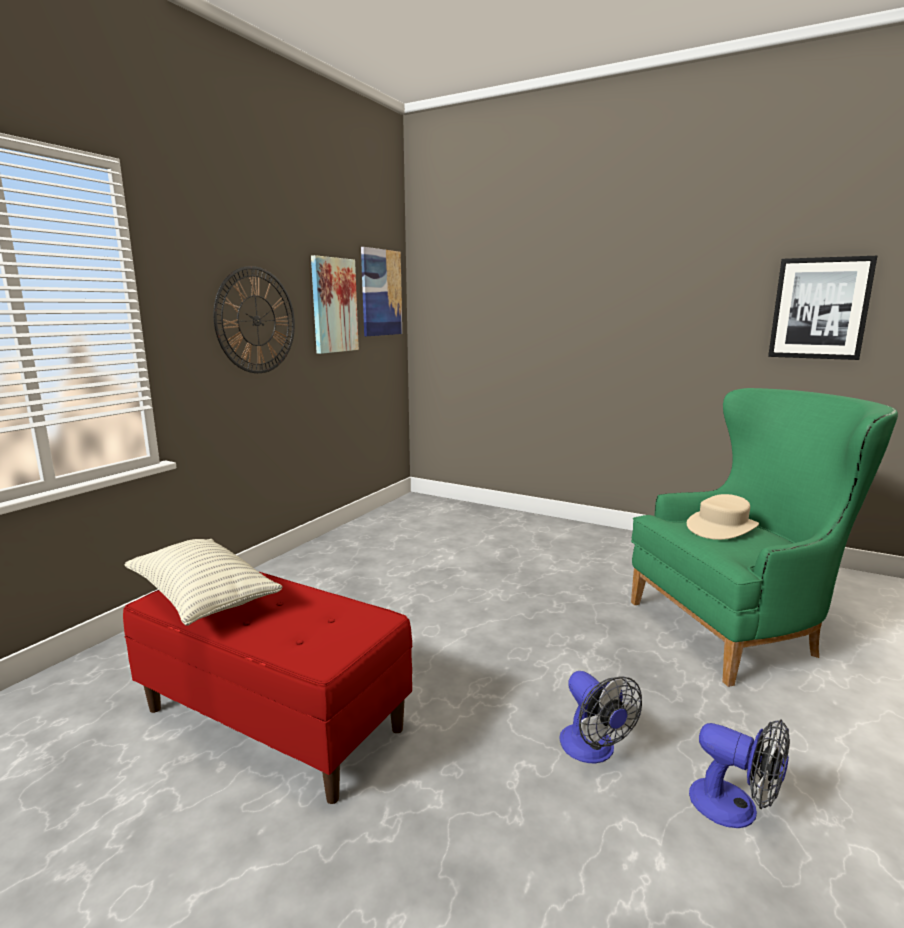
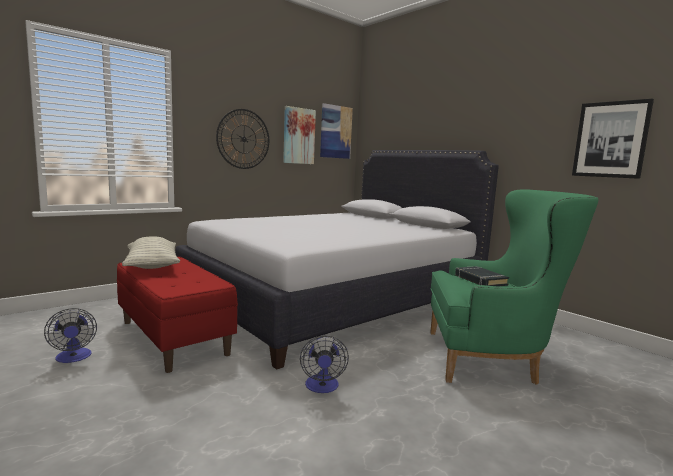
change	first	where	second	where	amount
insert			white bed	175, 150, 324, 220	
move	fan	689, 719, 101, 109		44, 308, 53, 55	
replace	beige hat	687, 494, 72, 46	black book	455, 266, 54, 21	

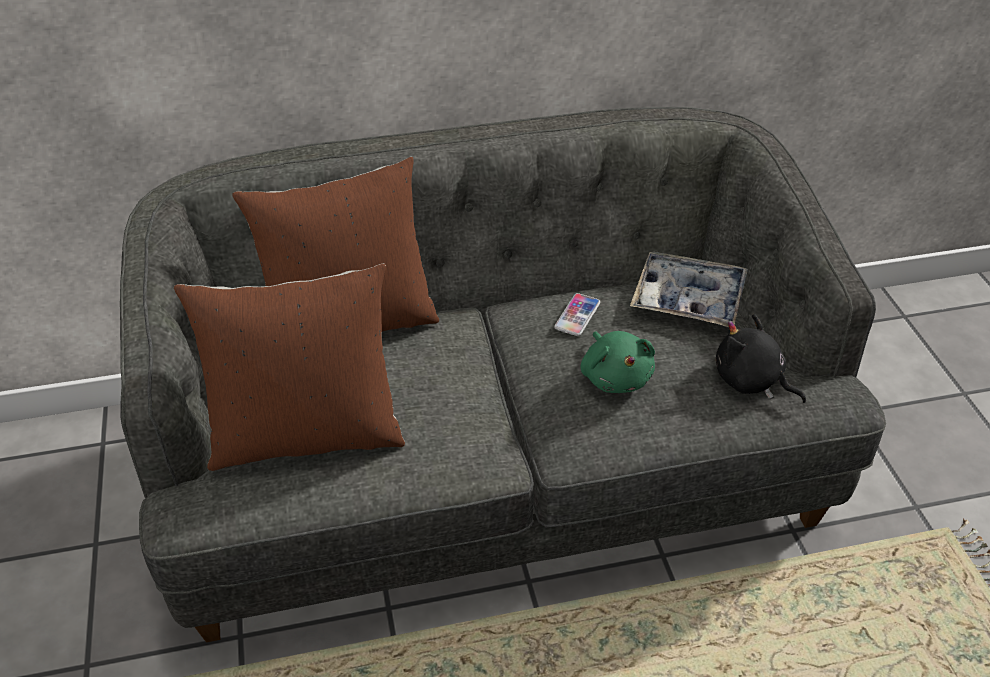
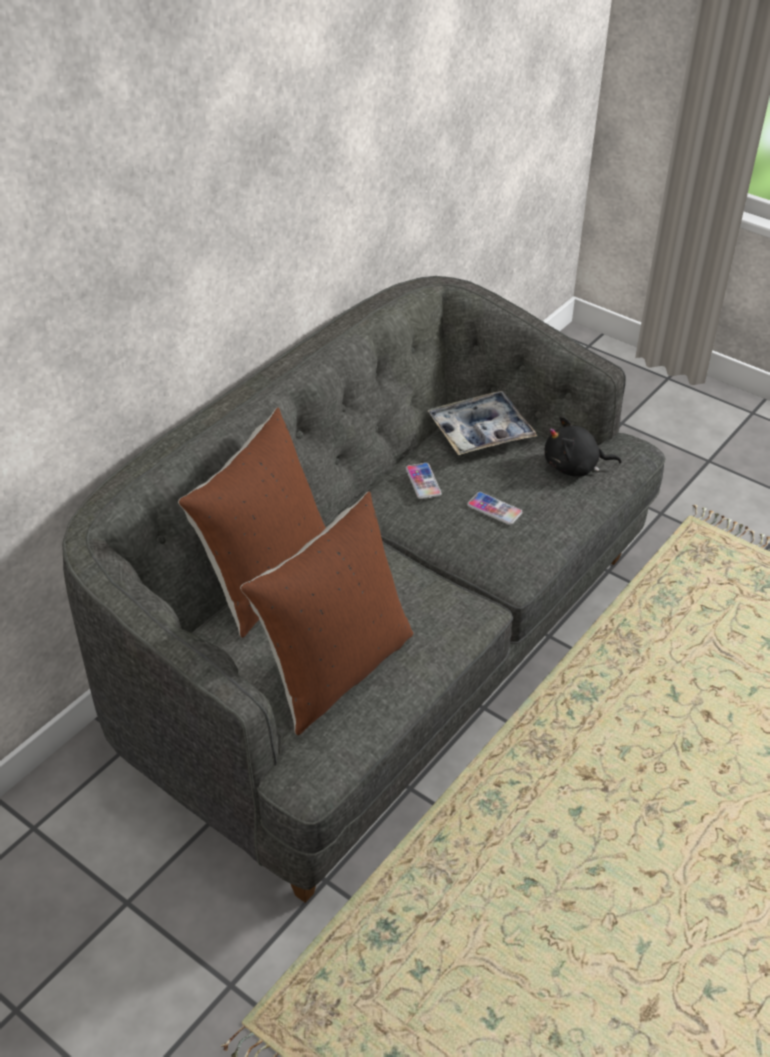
change	first	where	second	where	amount
replace	green plush toy	581, 331, 74, 62	phone	467, 492, 56, 33	

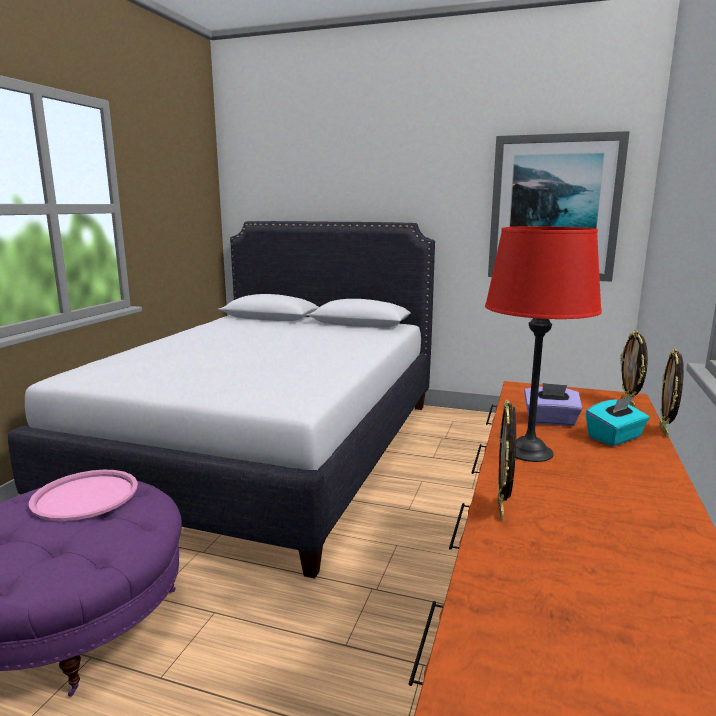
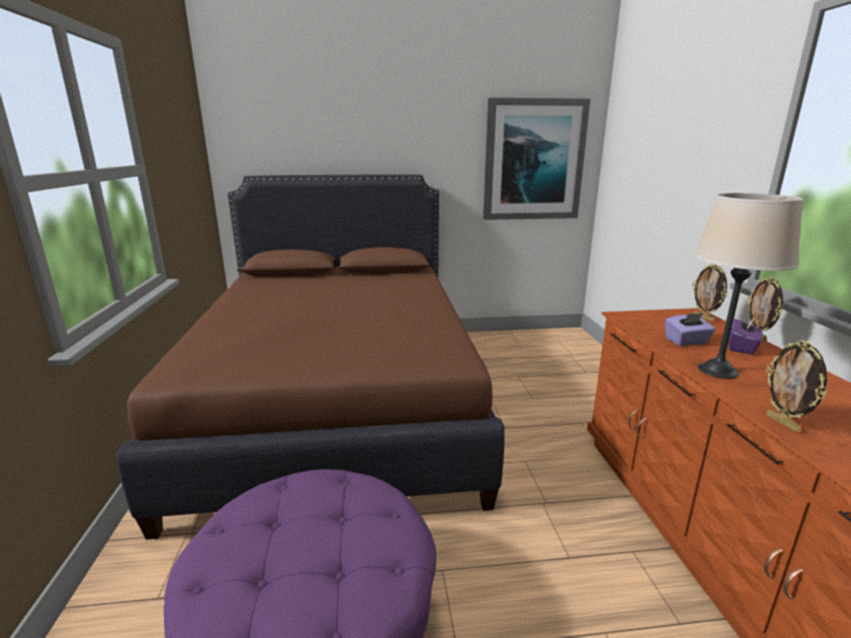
change	first	where	second	where	amount
delete	pink tray	29, 470, 109, 51			
recolor	white bed	8, 221, 427, 358	brown bed	116, 174, 389, 366	
recolor	red table lamp	485, 226, 117, 236	beige table lamp	695, 193, 109, 186	
recolor	turquoise tissue box	586, 396, 64, 50	purple tissue box	729, 316, 34, 38	

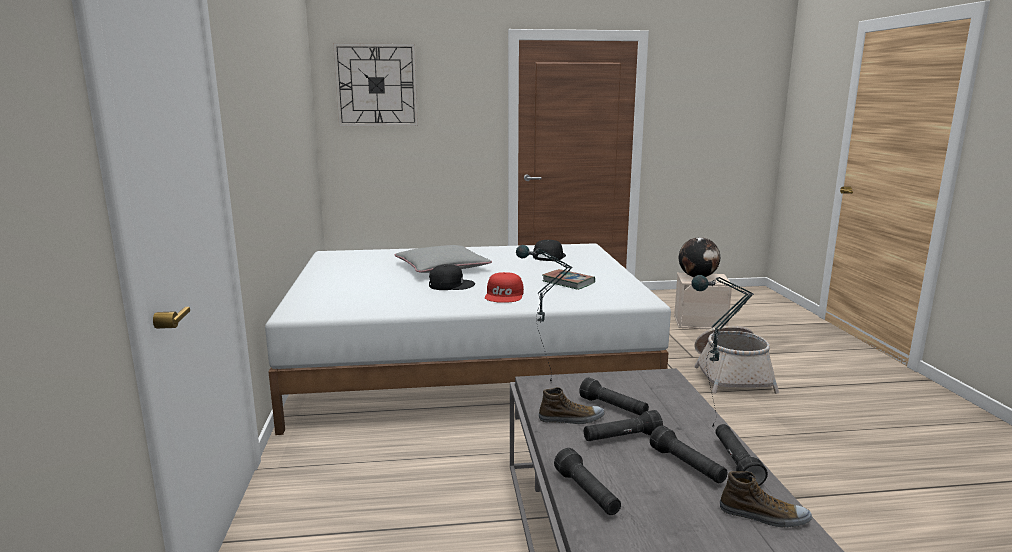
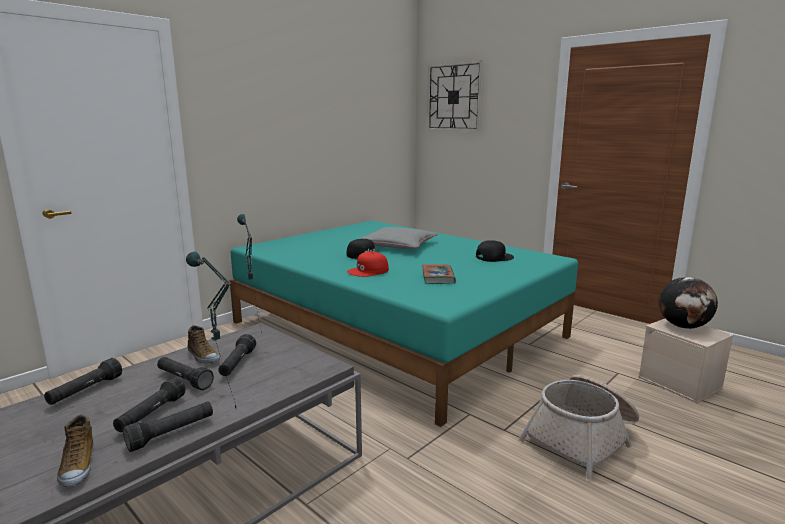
change	first	where	second	where	amount
recolor	white bed	265, 243, 406, 192	turquoise bed	230, 221, 348, 206	

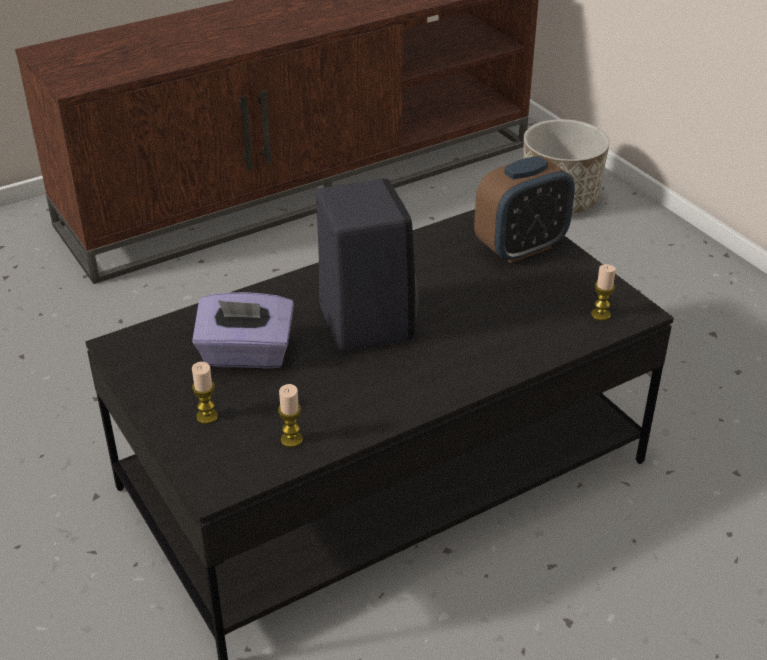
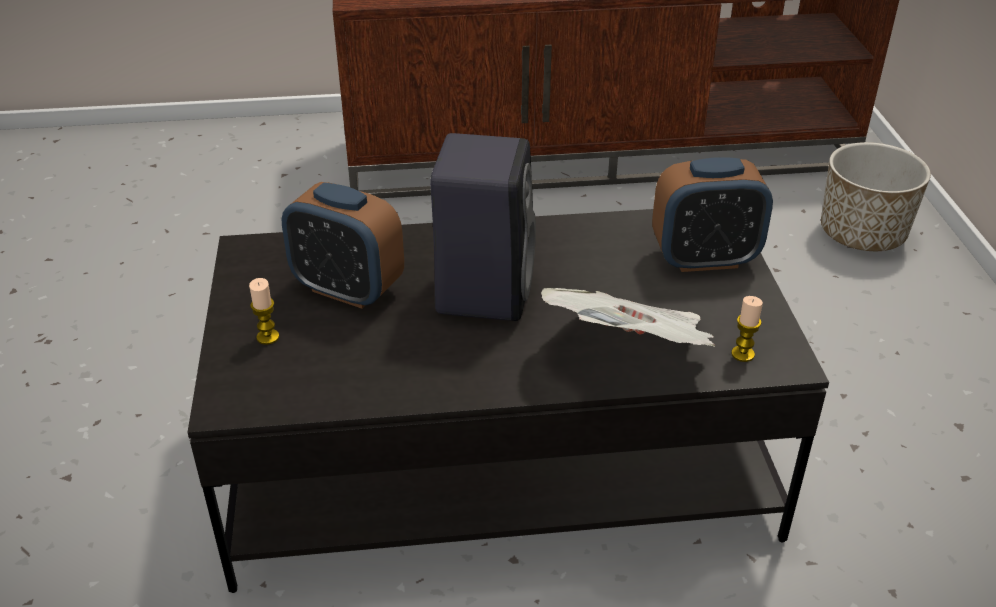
change	first	where	second	where	amount
delete	candle	278, 384, 25, 63			
insert			newspaper	541, 288, 175, 59	
replace	purple tissue box	192, 292, 102, 76	alarm clock	282, 182, 122, 127	

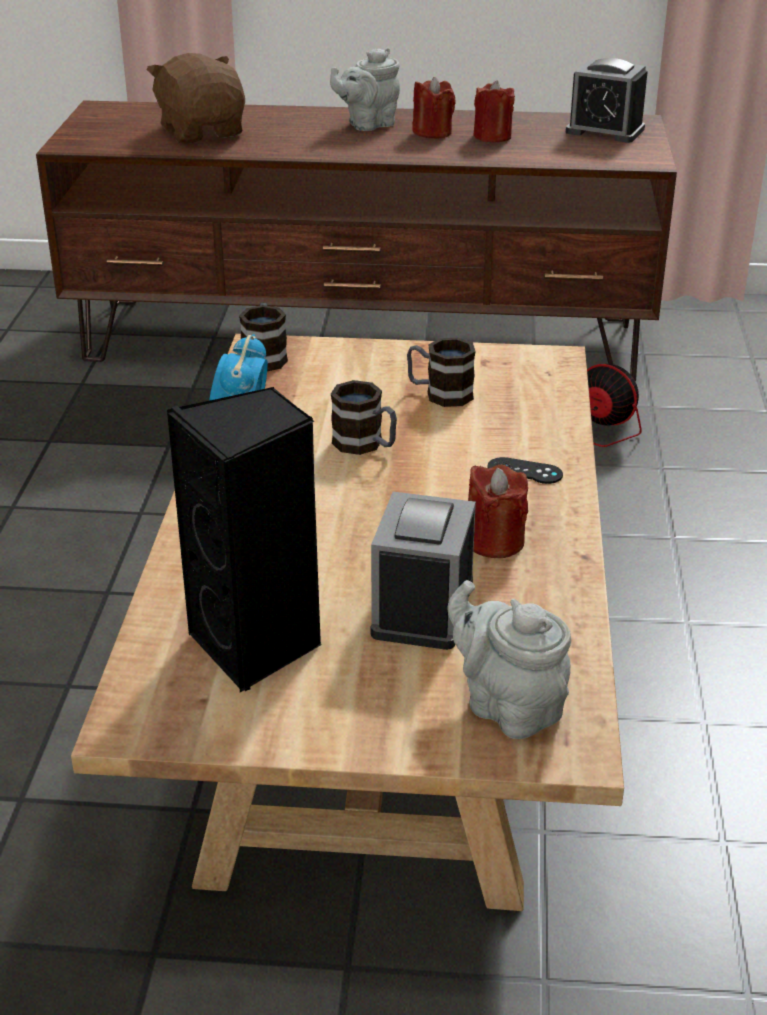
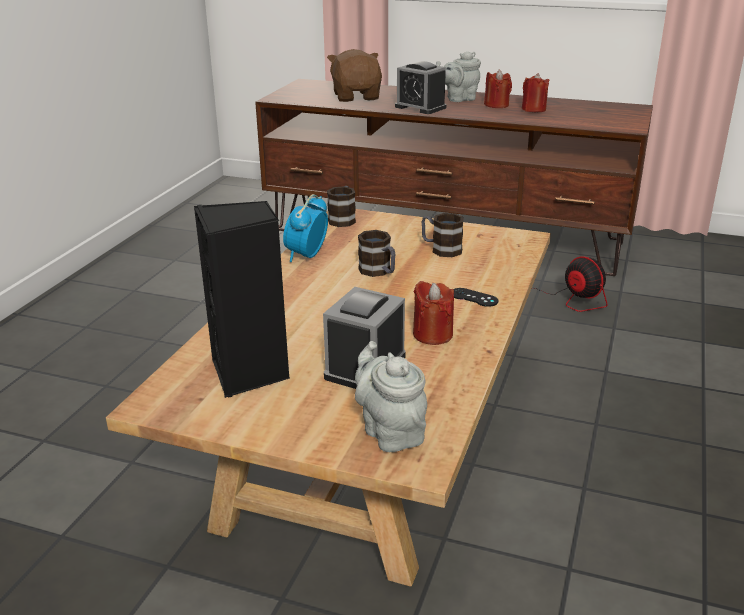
change	first	where	second	where	amount
move	alarm clock	566, 58, 82, 85		395, 61, 51, 53	

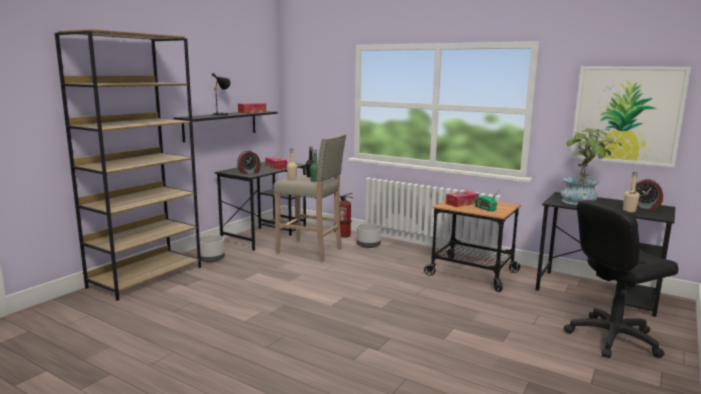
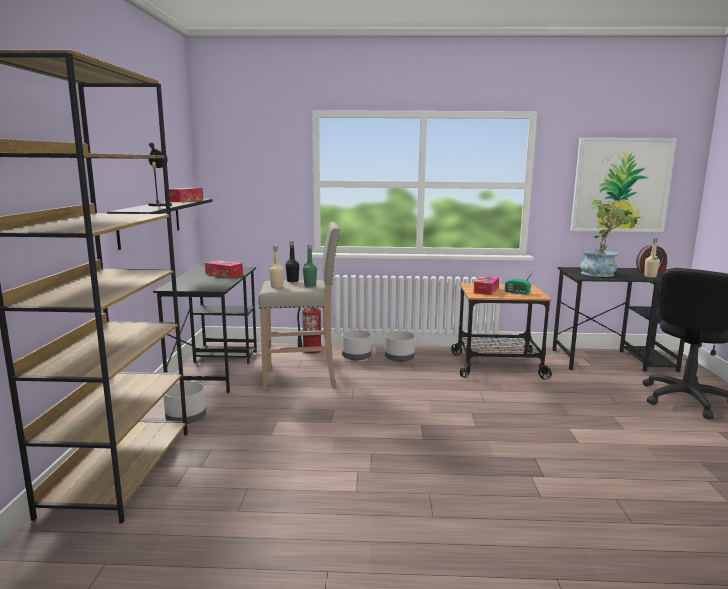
change	first	where	second	where	amount
delete	alarm clock	237, 150, 24, 24			
insert			grey planter	385, 331, 30, 31	

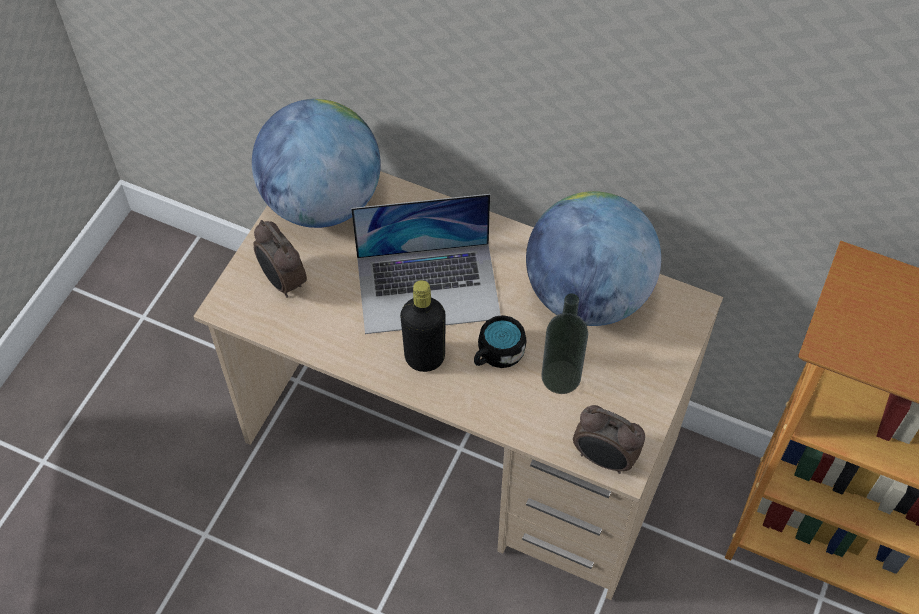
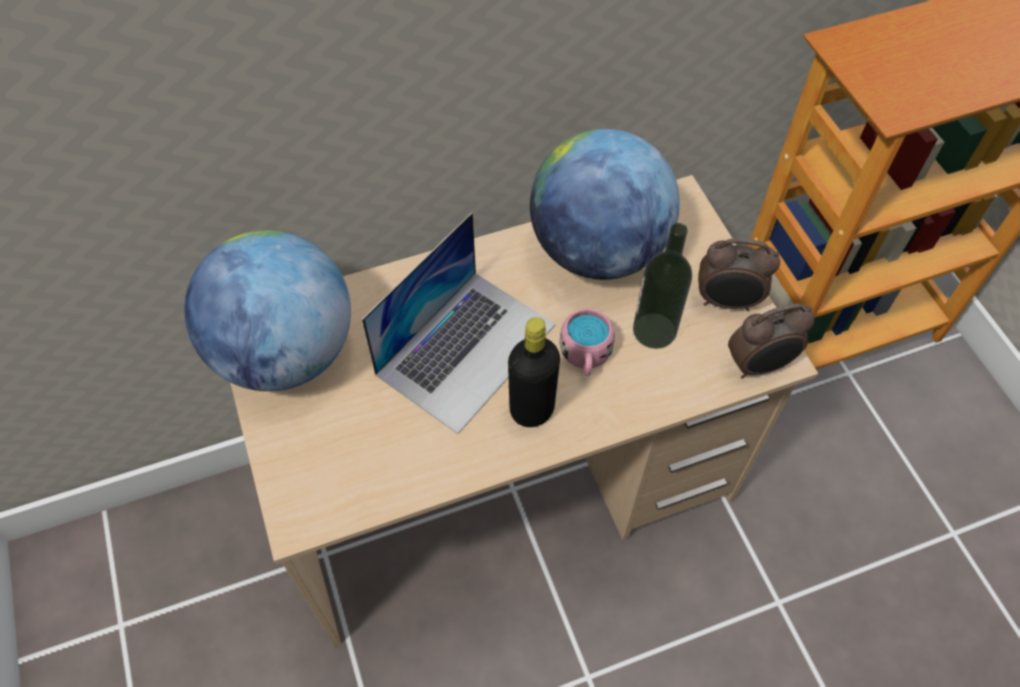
change	first	where	second	where	amount
move	alarm clock	253, 220, 54, 78		698, 238, 82, 73	
recolor	black mug	474, 315, 52, 53	pink mug	559, 309, 56, 67	

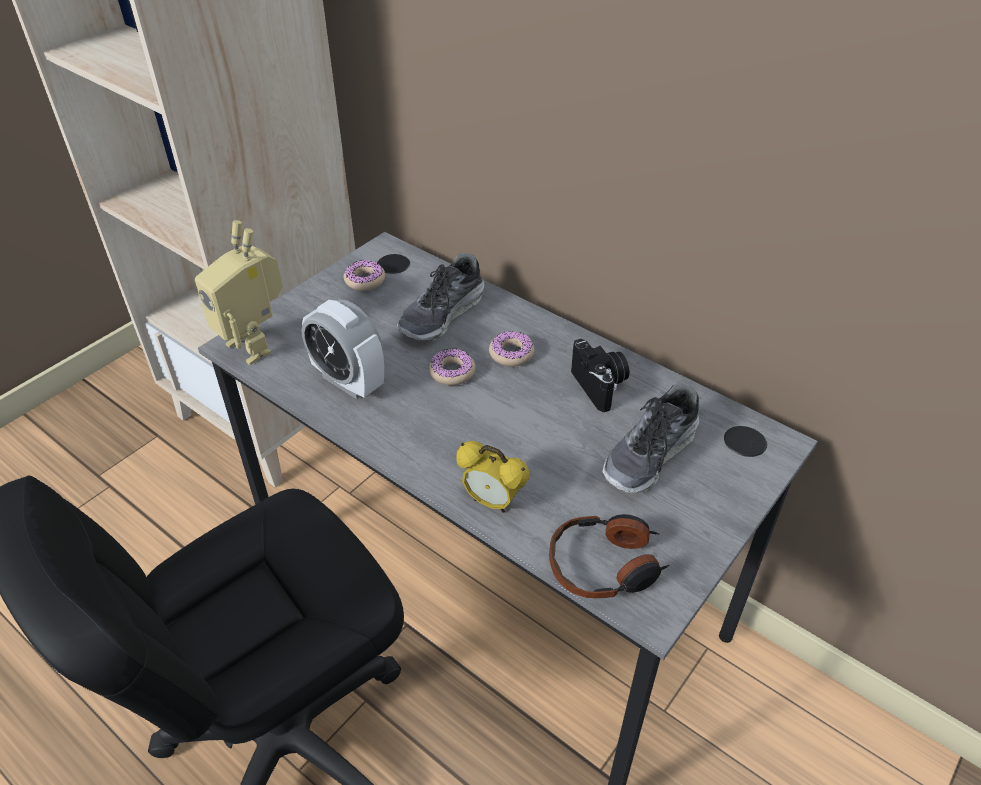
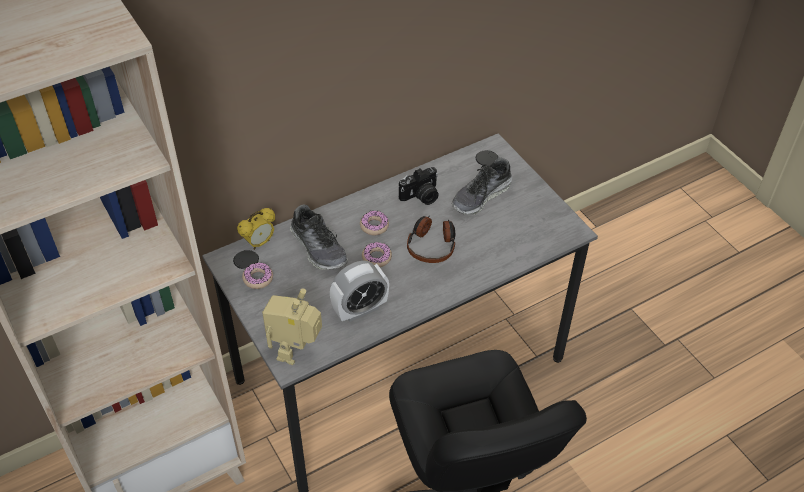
change	first	where	second	where	amount
move	alarm clock	456, 441, 73, 72		237, 208, 38, 42	
move	headphones	549, 514, 121, 84		407, 216, 48, 47	
rotate	toy robot	195, 220, 88, 145		262, 288, 60, 77	135 degrees clockwise
rotate	photo camera	571, 339, 58, 73		399, 167, 40, 38	150 degrees clockwise
rotate	shoe	602, 383, 97, 110		452, 157, 60, 58	75 degrees clockwise

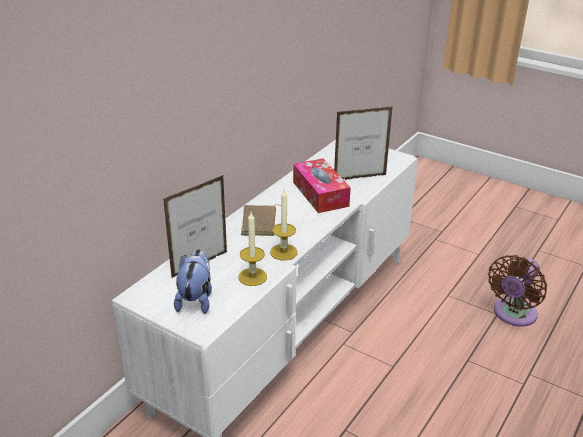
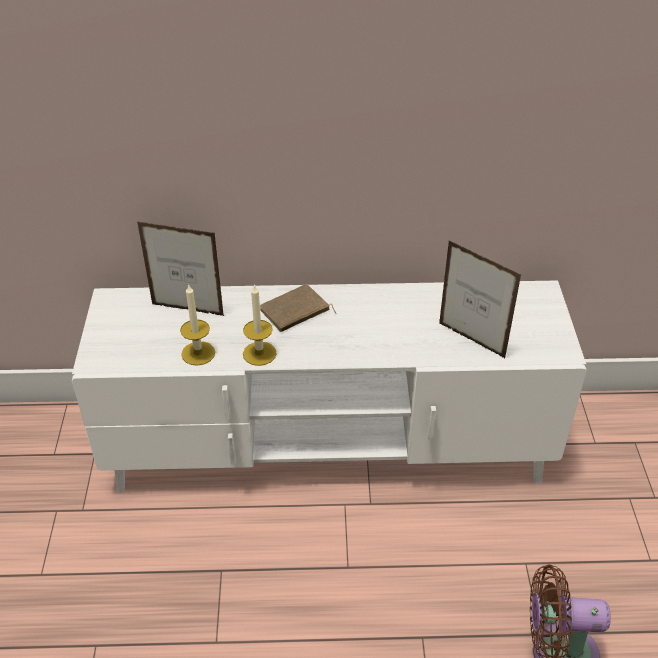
change	first	where	second	where	amount
delete	plush toy	174, 249, 38, 65			
delete	tissue box	293, 158, 58, 55			

